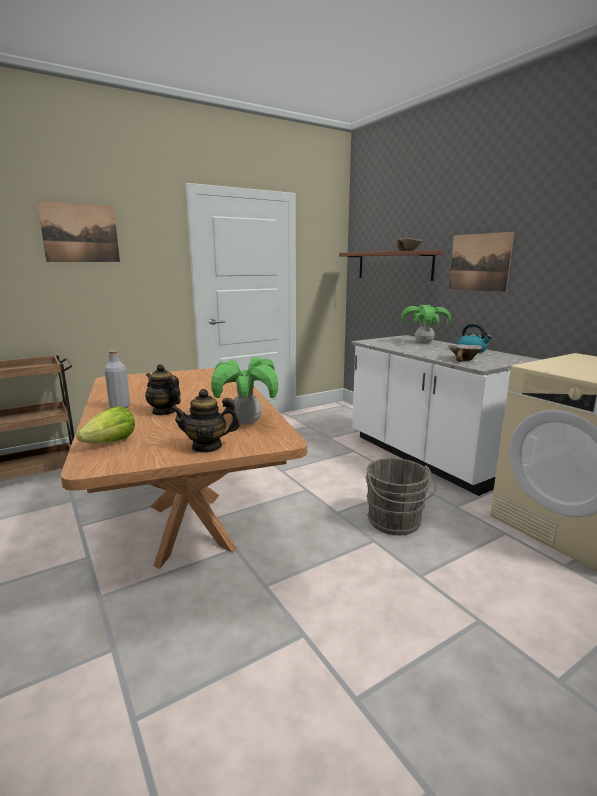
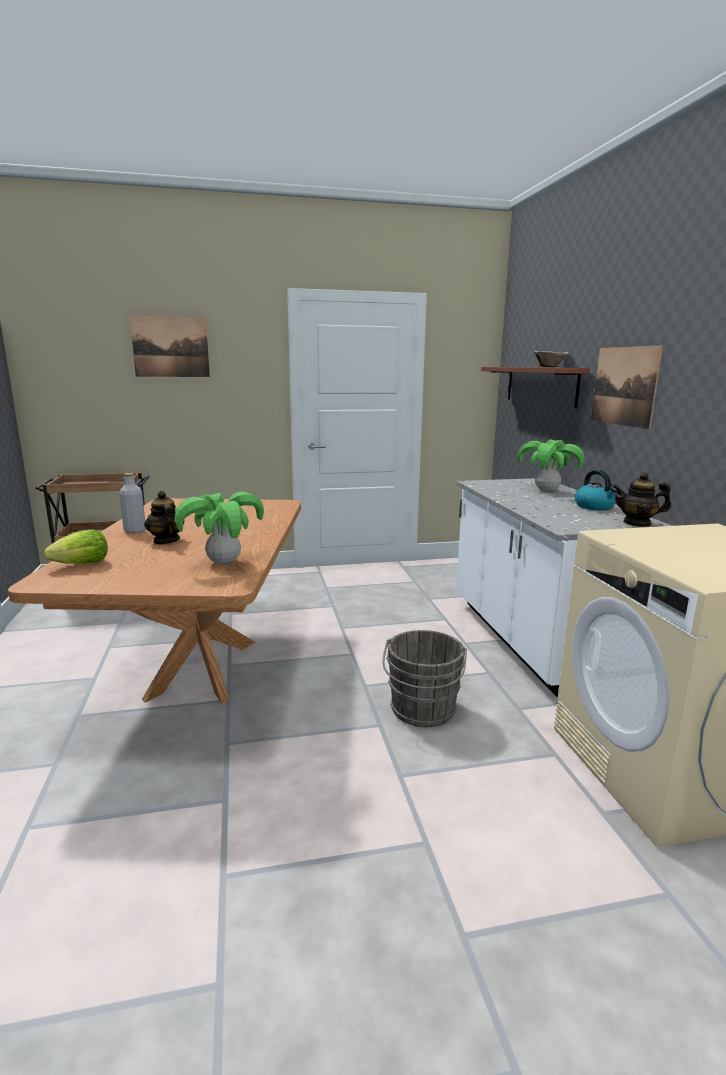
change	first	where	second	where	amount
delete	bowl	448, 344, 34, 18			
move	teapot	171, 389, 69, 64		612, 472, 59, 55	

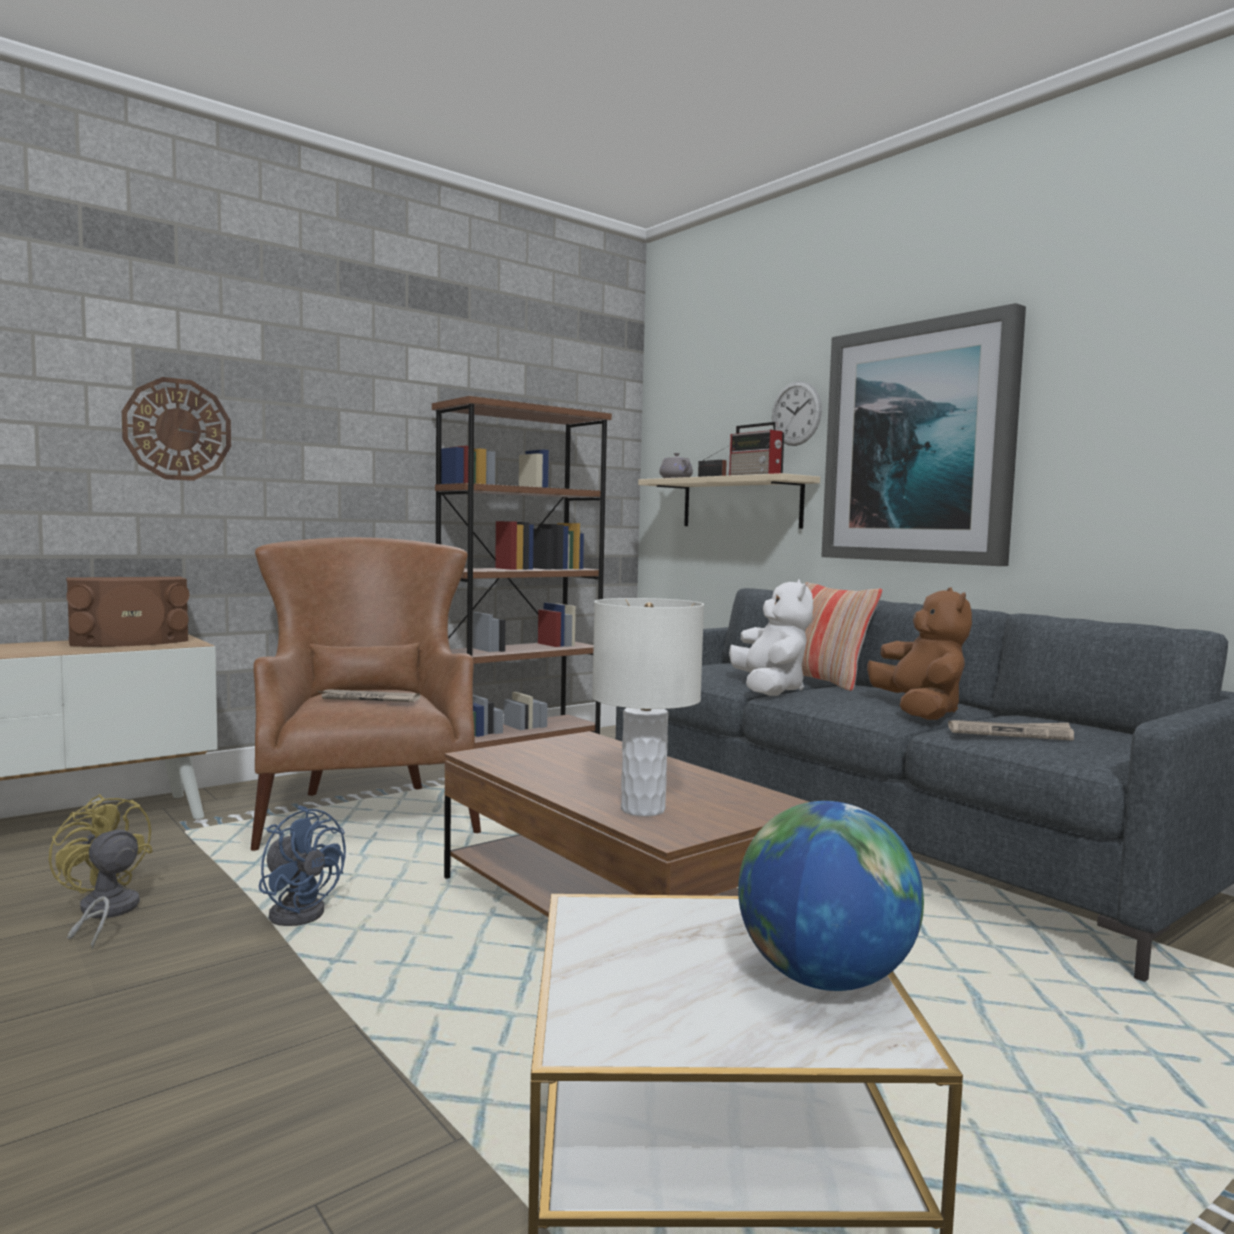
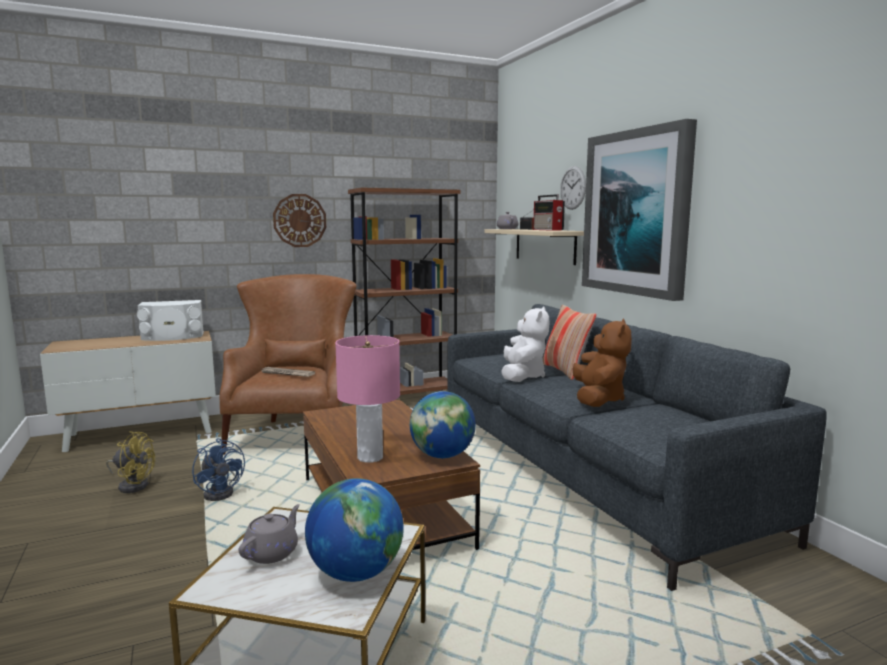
change	first	where	second	where	amount
delete	newspaper	948, 720, 126, 21			
insert			grey teapot	239, 504, 61, 60	
insert			globe	410, 391, 66, 67	
move	wall clock	122, 377, 109, 104		273, 194, 53, 53	
recolor	brown speaker	66, 577, 123, 70	white speaker	137, 300, 67, 41	
recolor	white table lamp	592, 598, 112, 218	pink table lamp	335, 335, 65, 128	
rotate	yellow fan	48, 794, 105, 156		106, 431, 49, 62	135 degrees clockwise

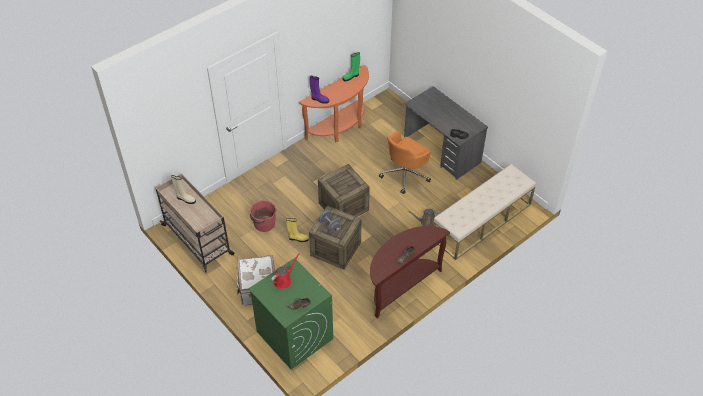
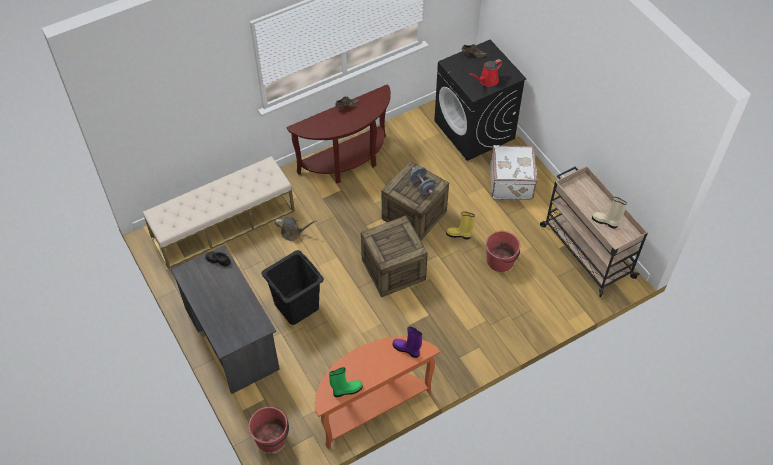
change	first	where	second	where	amount
insert			red bucket	248, 407, 41, 45	
replace	orange office chair	379, 131, 52, 63	black laundry basket	261, 250, 63, 75	
recolor	green washing machine	248, 258, 85, 111	black washing machine	434, 40, 92, 121	

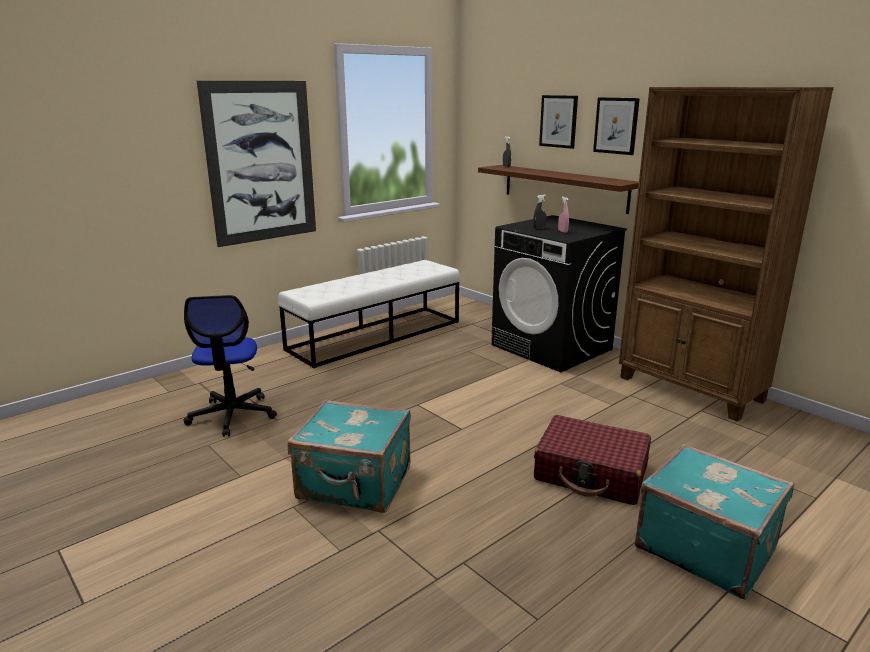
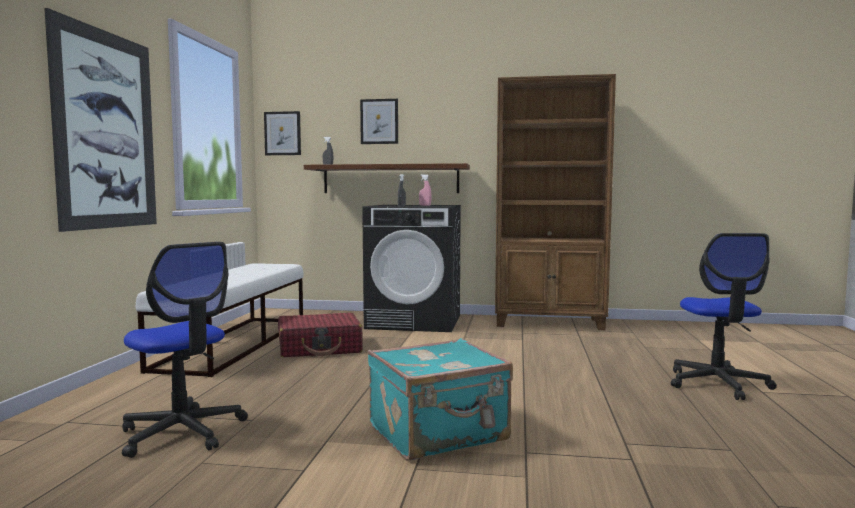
change	first	where	second	where	amount
move	red suitcase	534, 415, 117, 90		278, 313, 85, 44	
move	picture	593, 97, 47, 58		264, 111, 37, 44	
replace	turquoise suitcase	635, 444, 159, 156	office chair	671, 233, 106, 167	

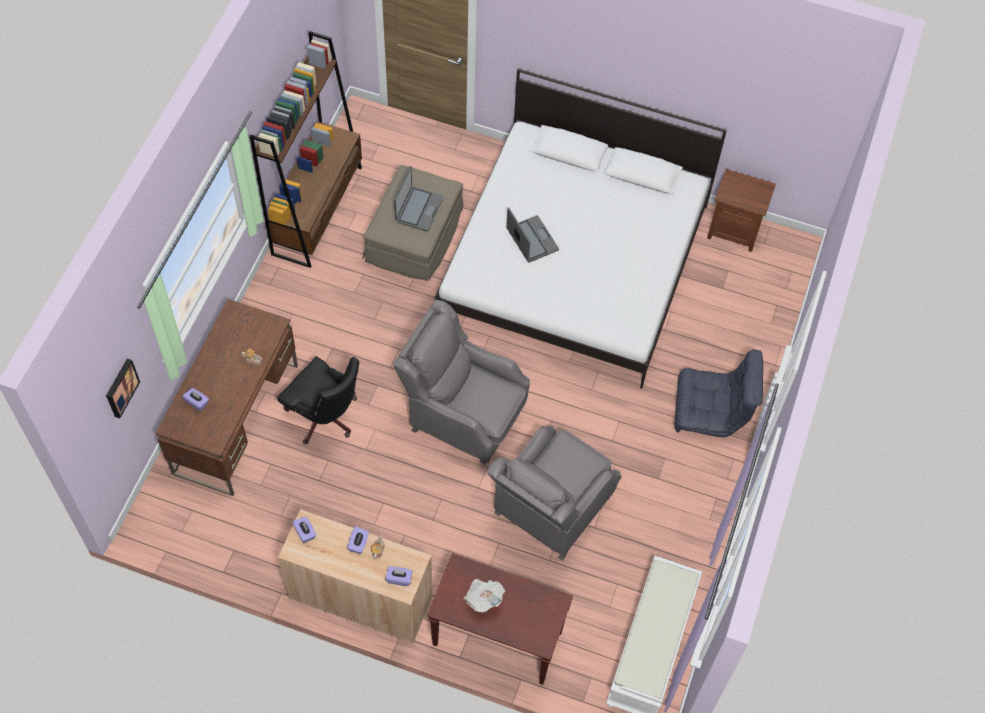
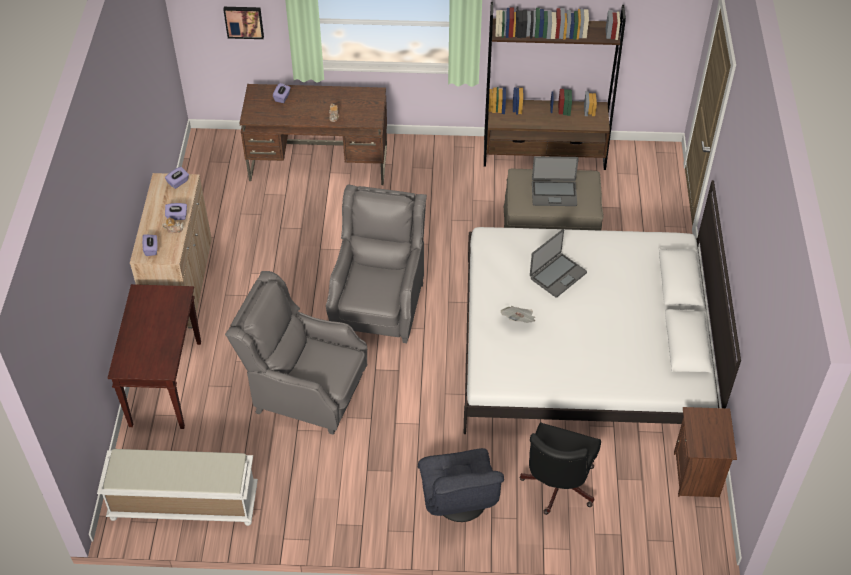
change	first	where	second	where	amount
move	black office chair	277, 356, 82, 88		520, 422, 81, 93	
move	newspaper	463, 579, 42, 33		500, 306, 35, 17	

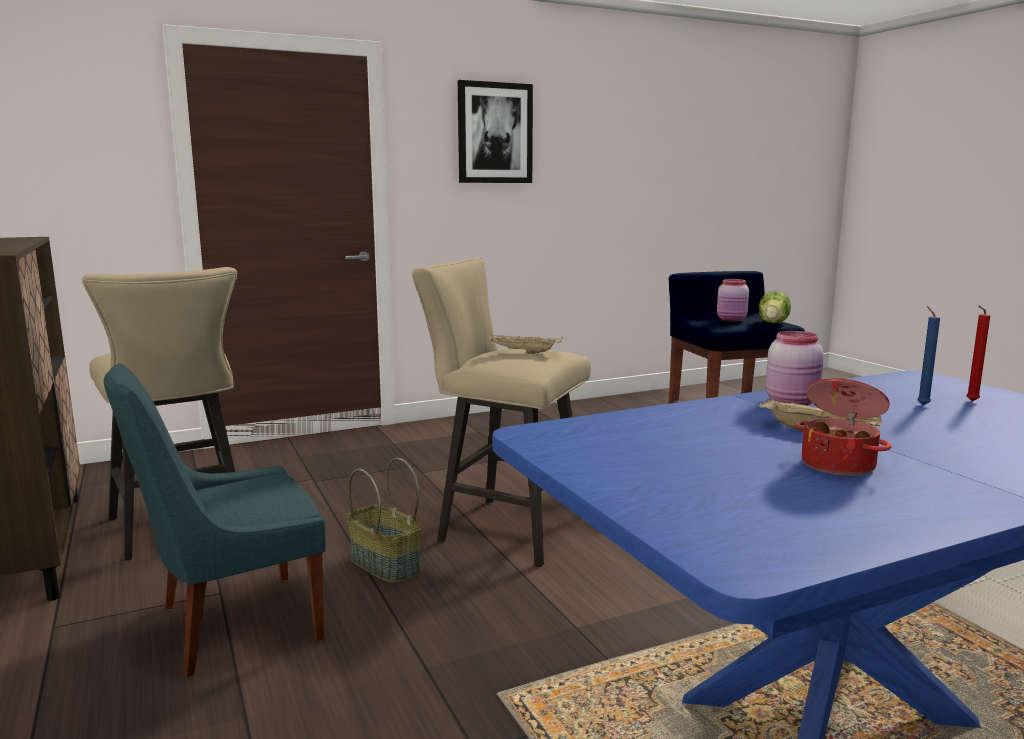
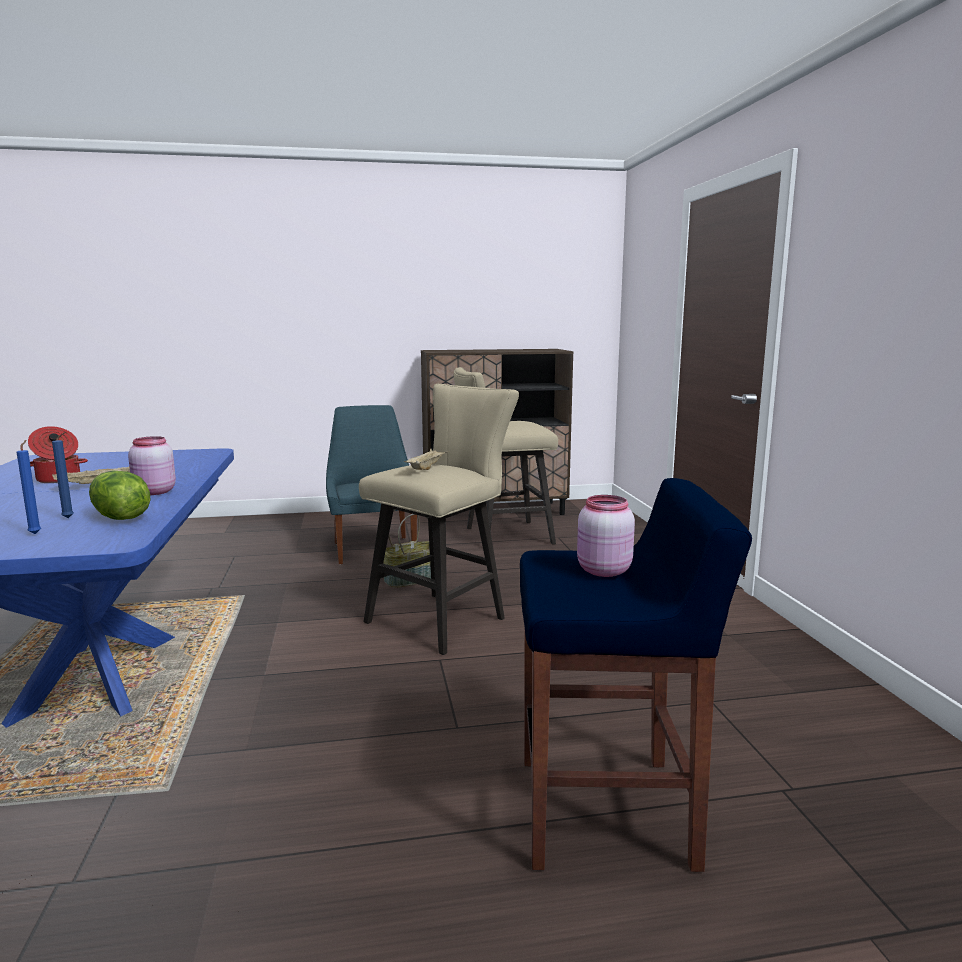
change	first	where	second	where	amount
delete	picture	458, 80, 75, 103			
move	lettuce	759, 291, 32, 32		89, 471, 61, 49	
recolor	red candle	966, 306, 24, 96	blue candle	17, 440, 24, 94	

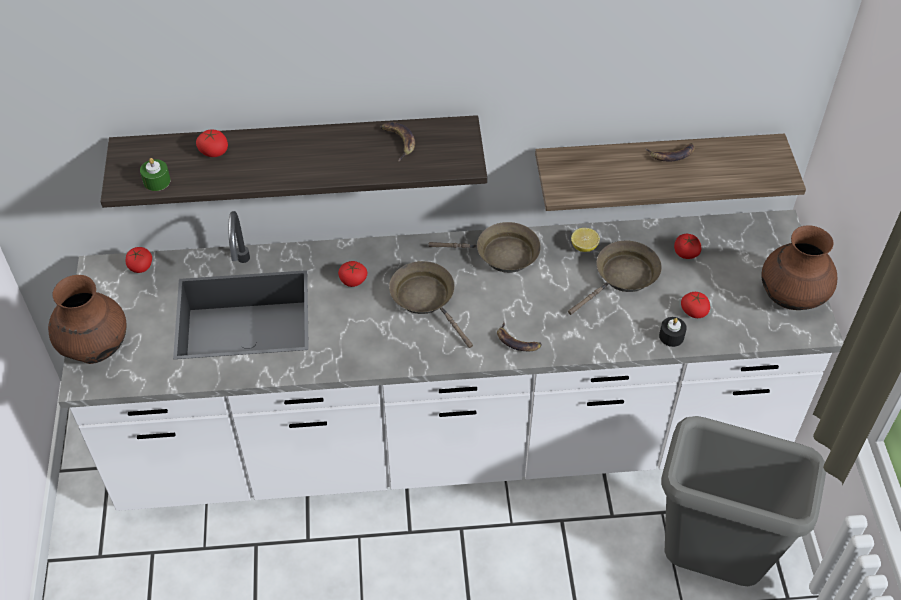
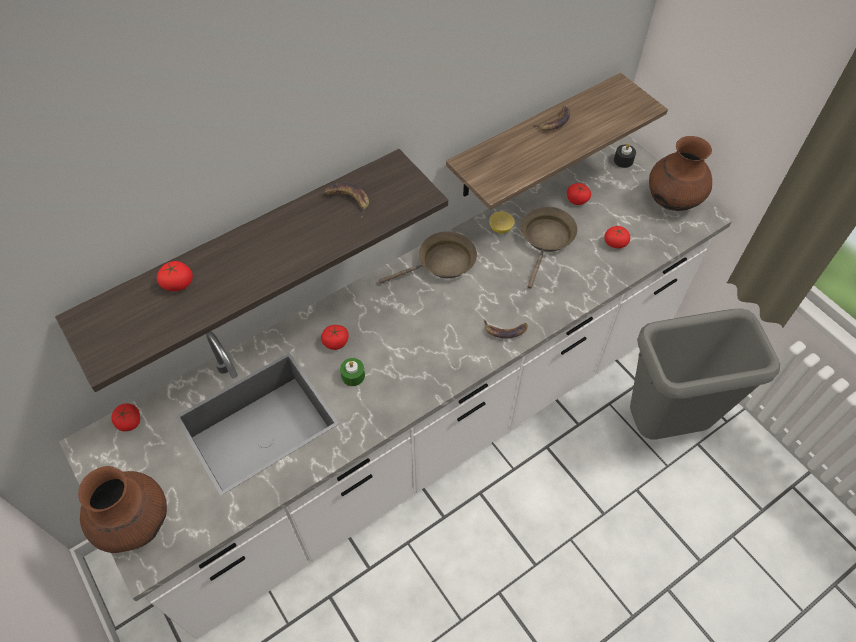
change	first	where	second	where	amount
delete	brown frying pan	389, 261, 84, 87			
move	green candle	140, 158, 31, 33		340, 358, 25, 28	
move	black candle	659, 317, 28, 30		614, 143, 22, 25	

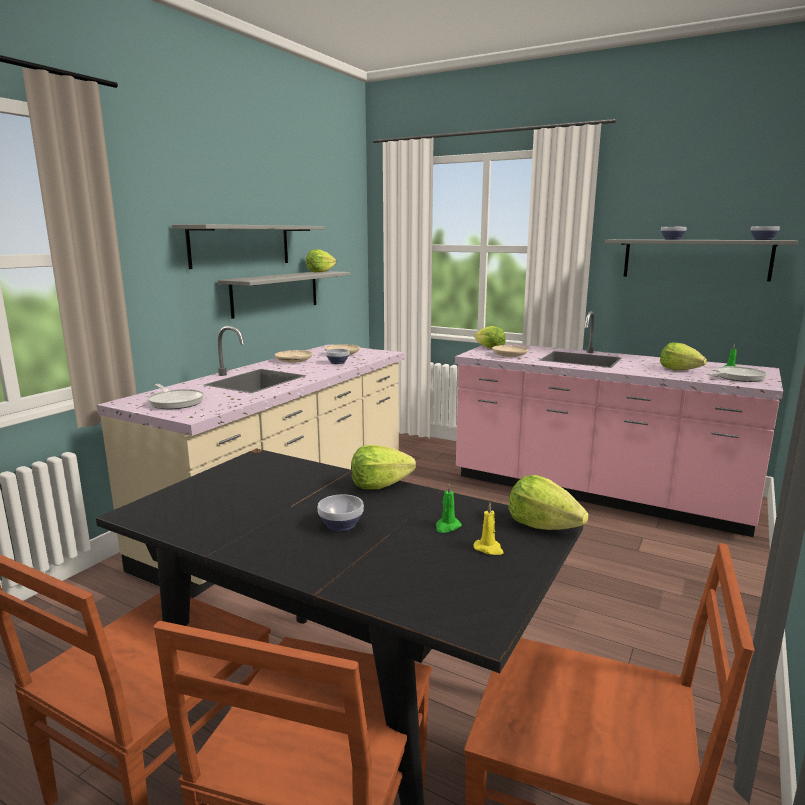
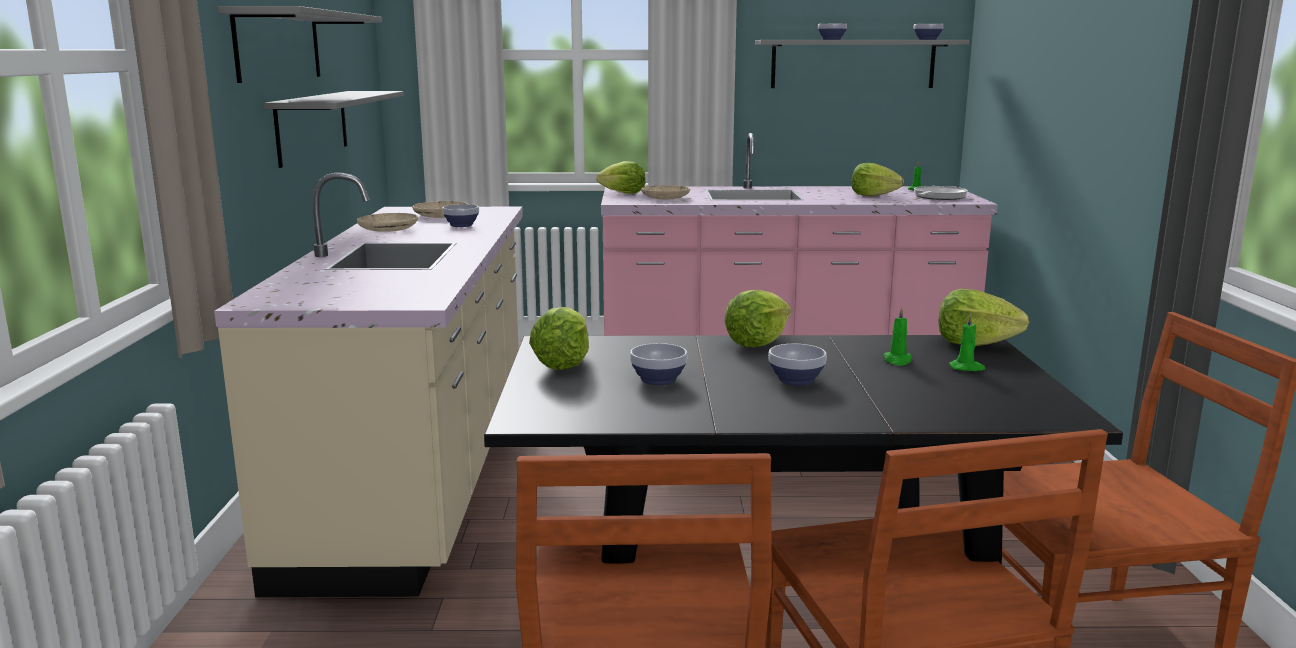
change	first	where	second	where	amount
delete	frying pan	148, 384, 56, 25			
insert			bowl	630, 343, 57, 42	
move	lettuce	306, 249, 30, 23		529, 307, 60, 63	
recolor	yellow candle	474, 503, 30, 52	green candle	949, 314, 36, 57	

